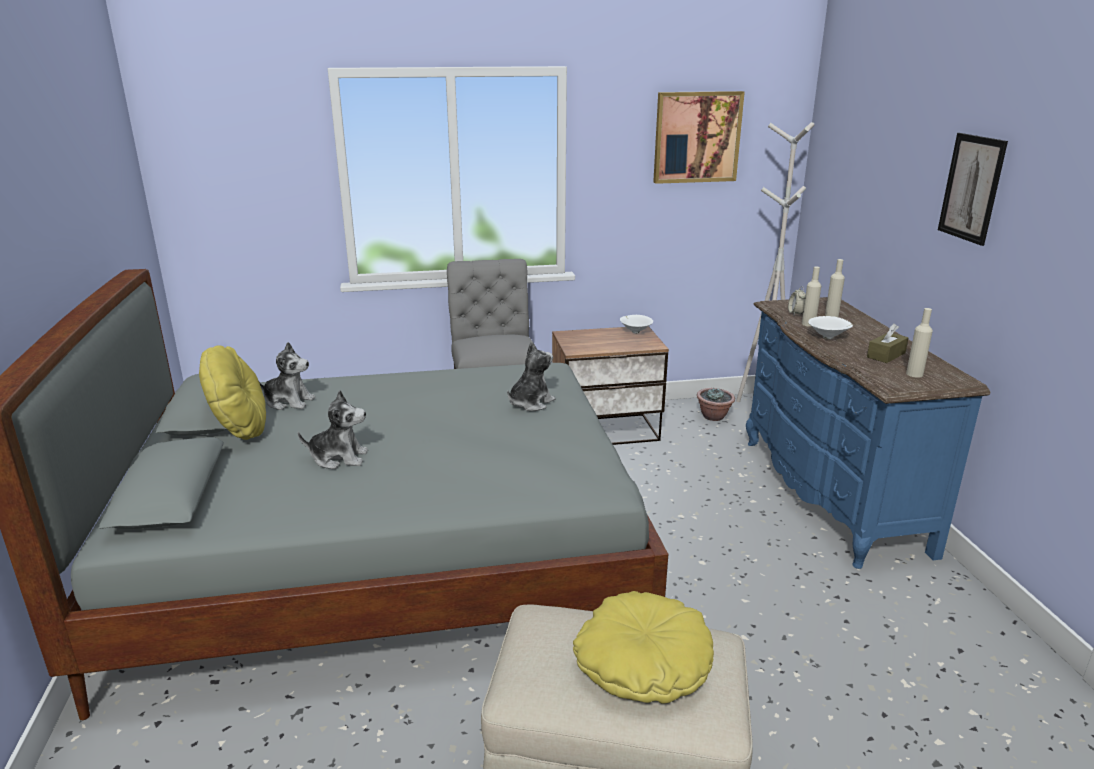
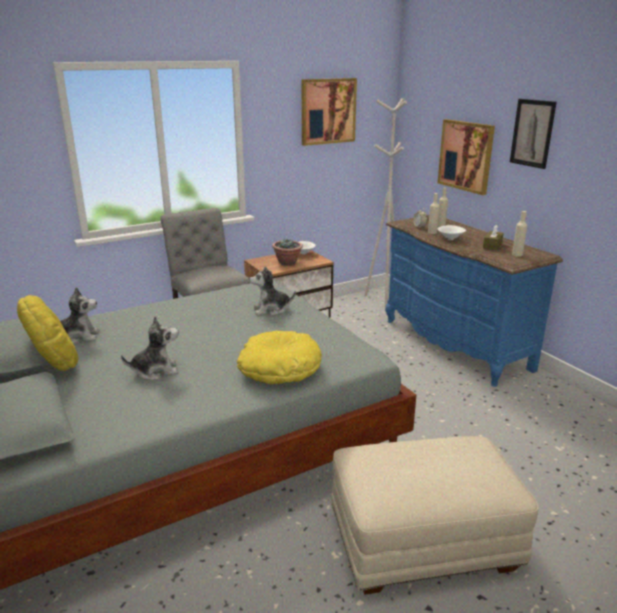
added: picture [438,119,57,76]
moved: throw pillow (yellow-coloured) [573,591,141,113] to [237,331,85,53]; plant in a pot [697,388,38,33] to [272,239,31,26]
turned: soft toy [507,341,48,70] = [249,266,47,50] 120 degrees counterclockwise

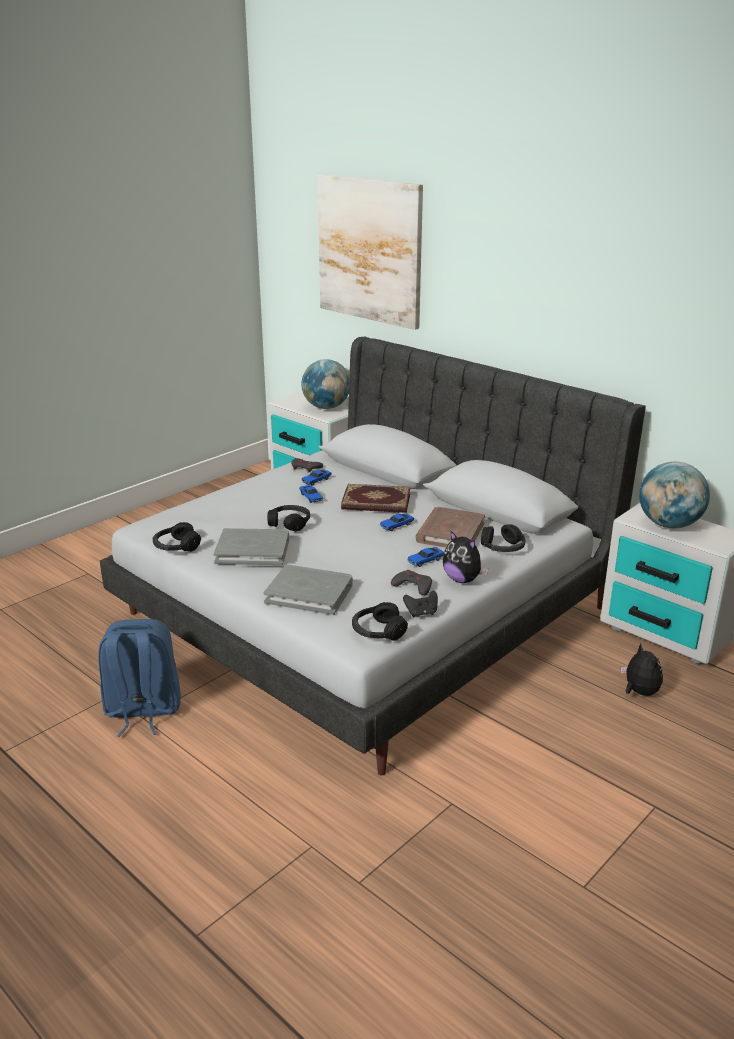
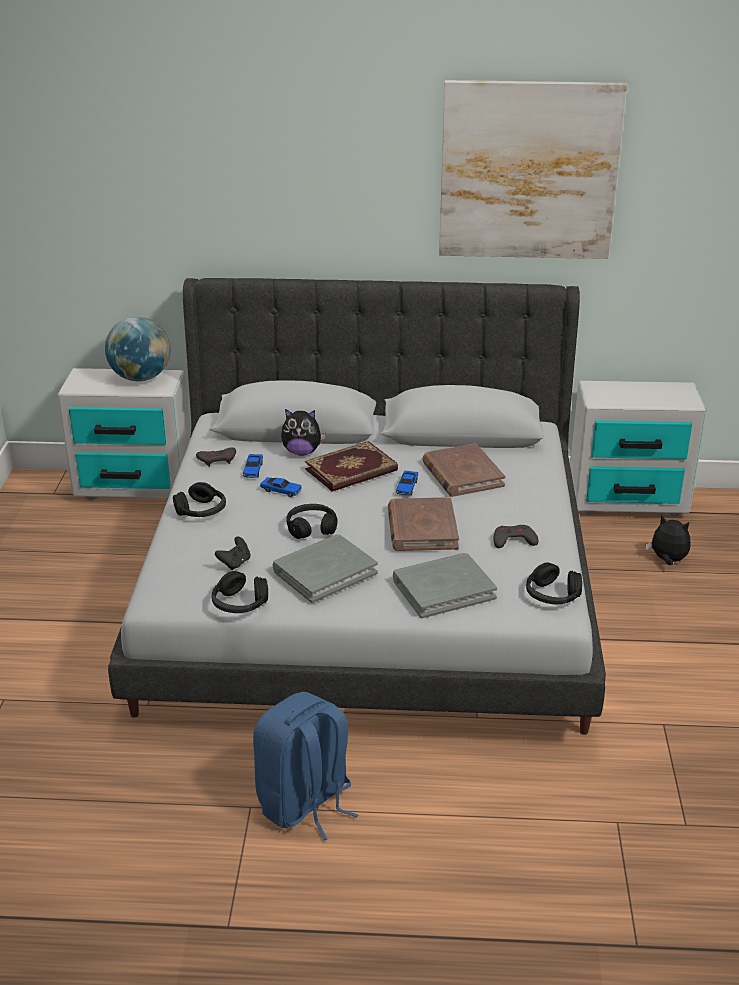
removed: model car [407,547,37,20]; desk globe [639,462,71,67]
added: book (brown) [388,497,71,54]
moved: picture [317,175,106,155] to [439,80,188,179]; gamepad (black-coloured) [403,591,35,26] to [215,537,35,33]; soft toy [443,531,45,52] to [281,409,45,47]; headset (black-coloured) [481,525,44,27] to [173,482,53,35]

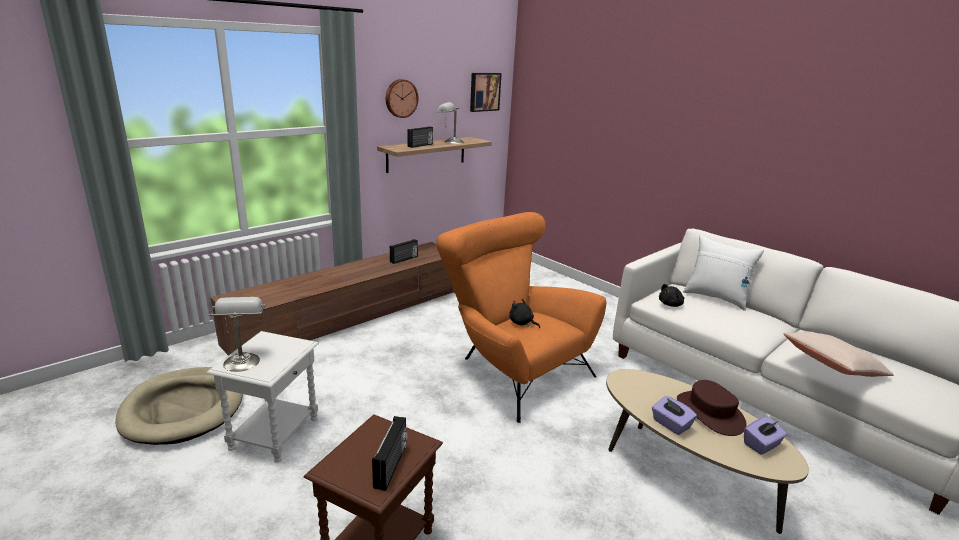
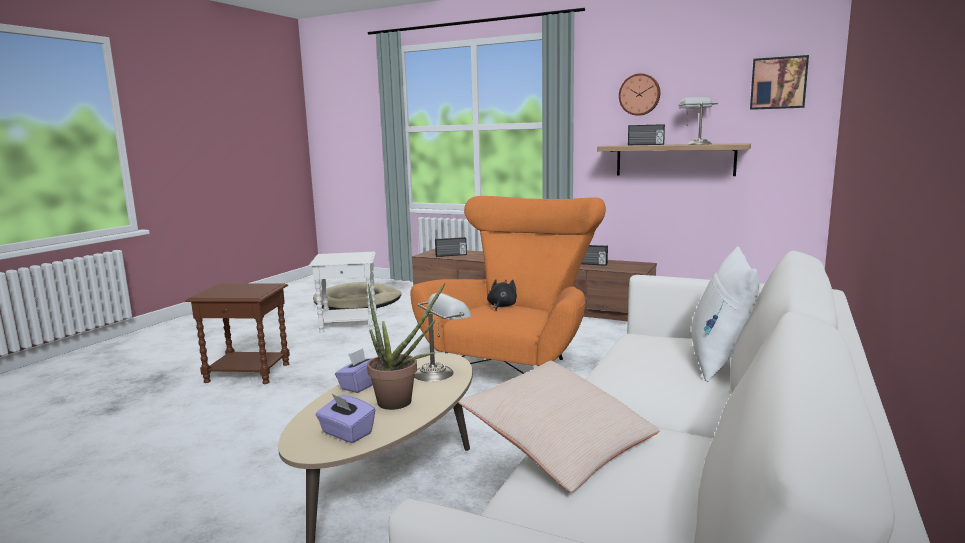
removed: soft toy (black-coloured) [659,284,25,23]
moved: table lamp (white-coloured) [208,297,58,75] to [414,293,57,89]; radio set [372,416,36,75] to [435,237,32,20]
replaced: wearable hat (brown) [677,380,70,56] to plant in a pot [367,283,78,127]

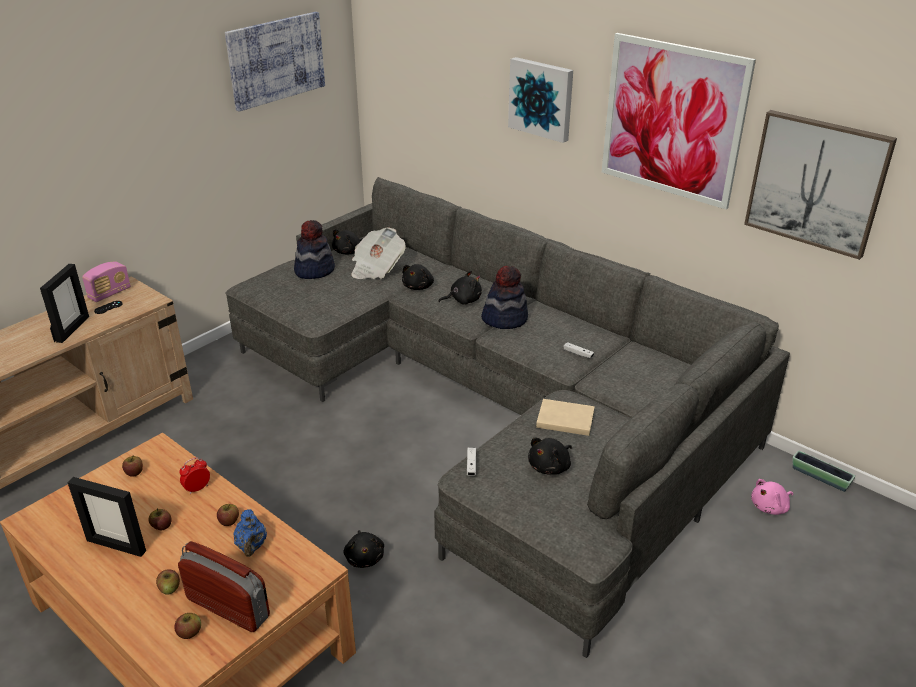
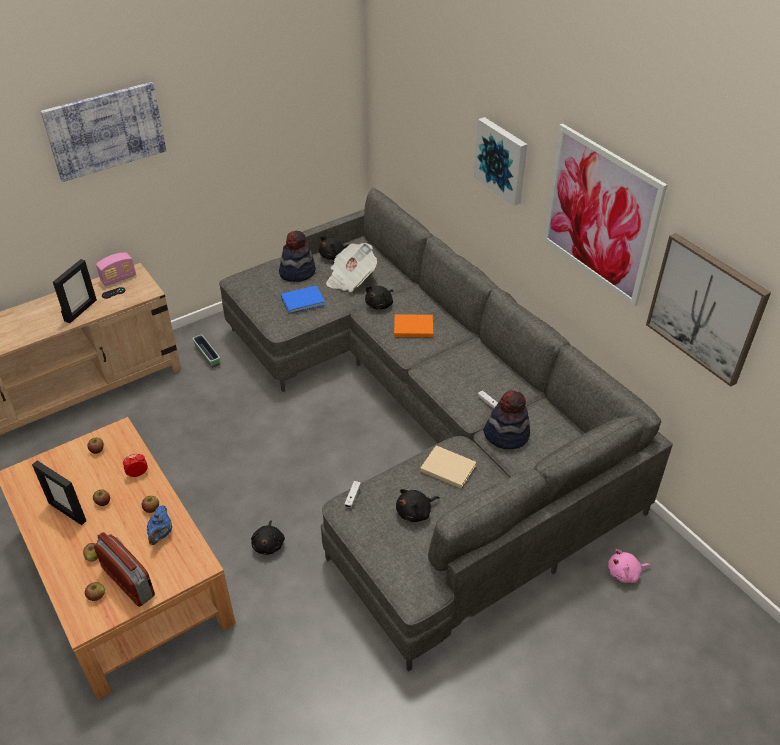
added: book (blue) [281,286,44,28]
moved: picture [225,12,100,99] to [41,82,125,100]; wearable hat [481,266,47,63] to [483,390,47,59]; plant pot [793,451,62,41] to [192,334,28,34]
replaced: soft toy (black-coloured) [439,271,43,34] to book (orange-coloured) [394,314,39,23]

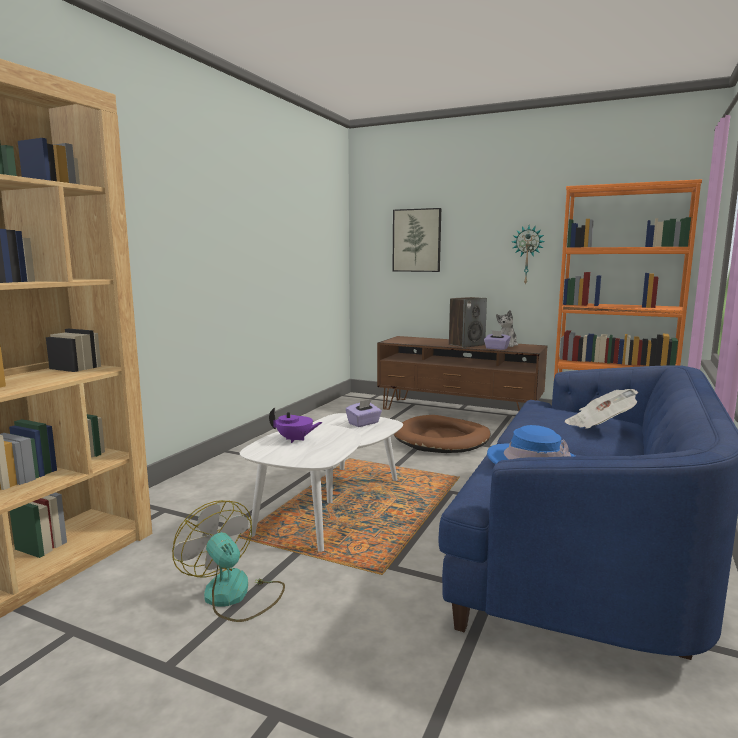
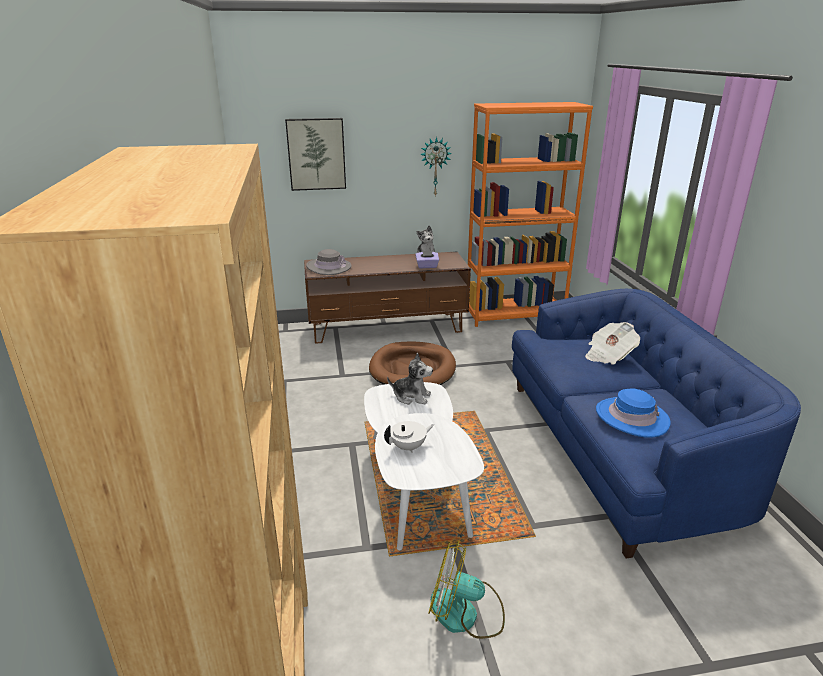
removed: audio speaker [449,297,38,51]
added: wearable hat (grey) [306,249,46,26]
replaced: box of tissues (purplish) [346,399,36,28] to soft toy [387,353,46,52]
recoloured: teapot (purplish) [269,407,54,36] to teapot (white-coloured) [384,421,50,32]

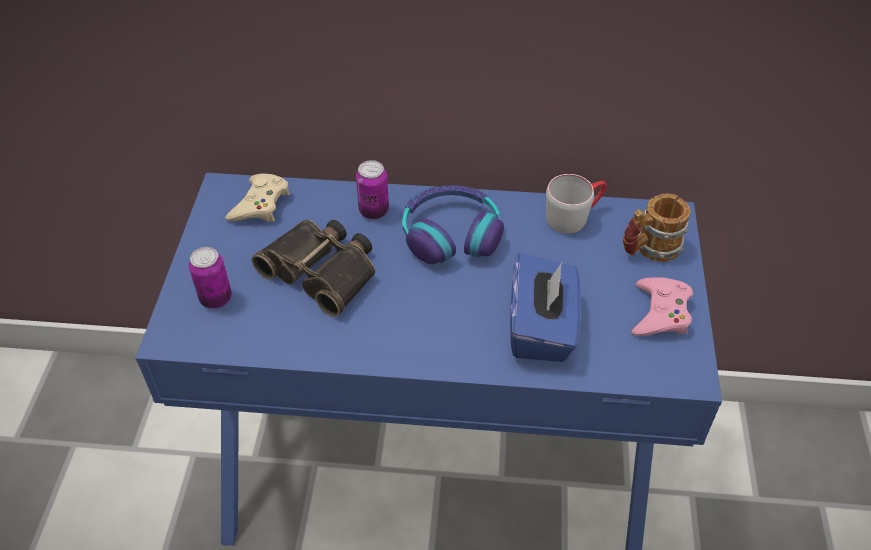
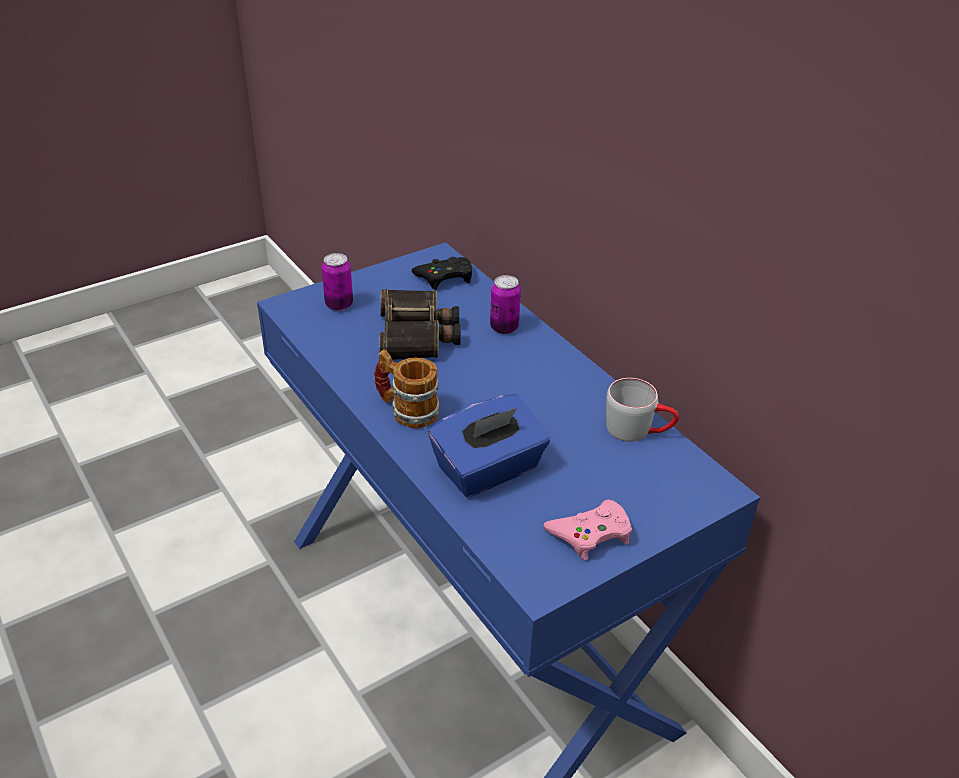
removed: headset [402,185,102,79]
moved: tea mug [623,194,68,68] to [374,350,66,79]
recoloured: gamepad (beige-coloured) [225,174,65,48] to gamepad (black-coloured) [411,257,61,33]

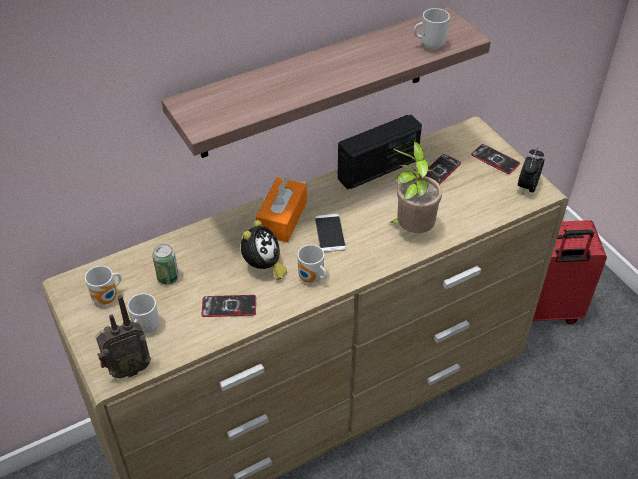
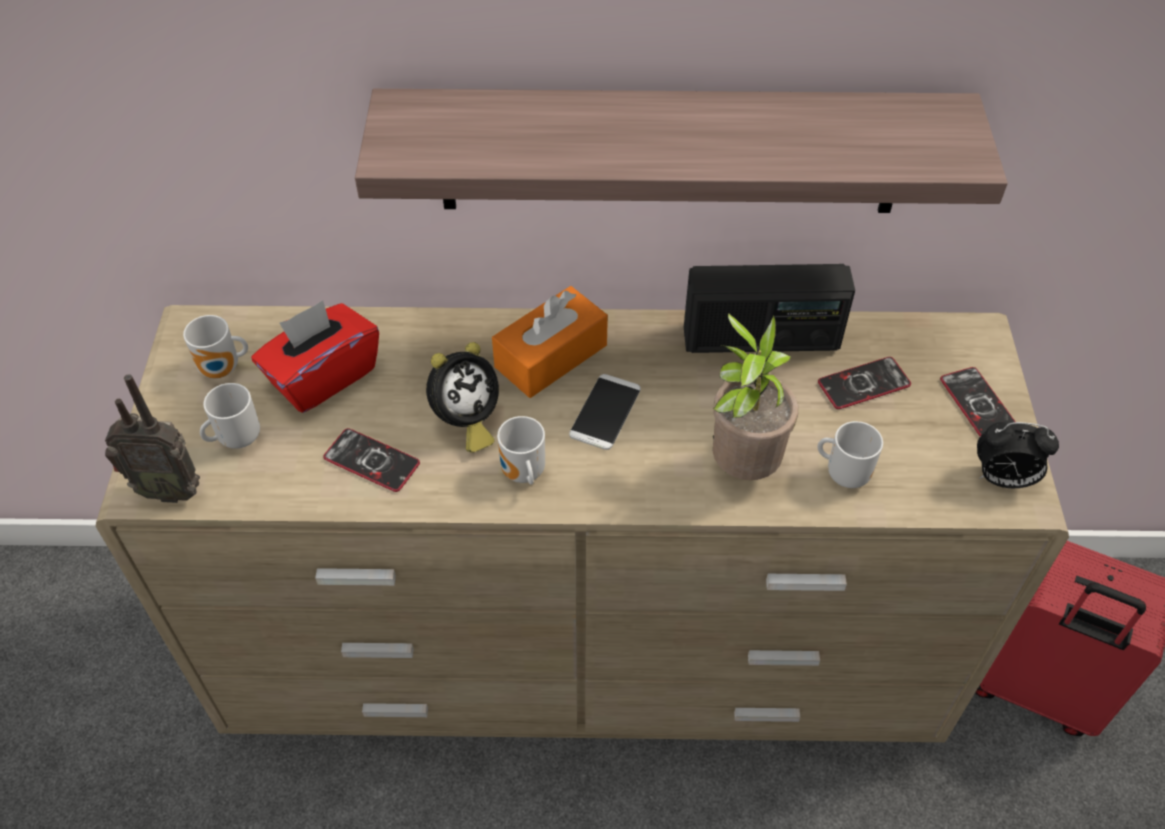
moved: tea mug [414,8,36,42] to [817,421,66,67]
replaced: can [152,244,27,41] to box of tissues (red-coloured) [251,300,128,113]
turned: bedside clock [518,147,26,48] = [977,422,82,66] 135 degrees counterclockwise

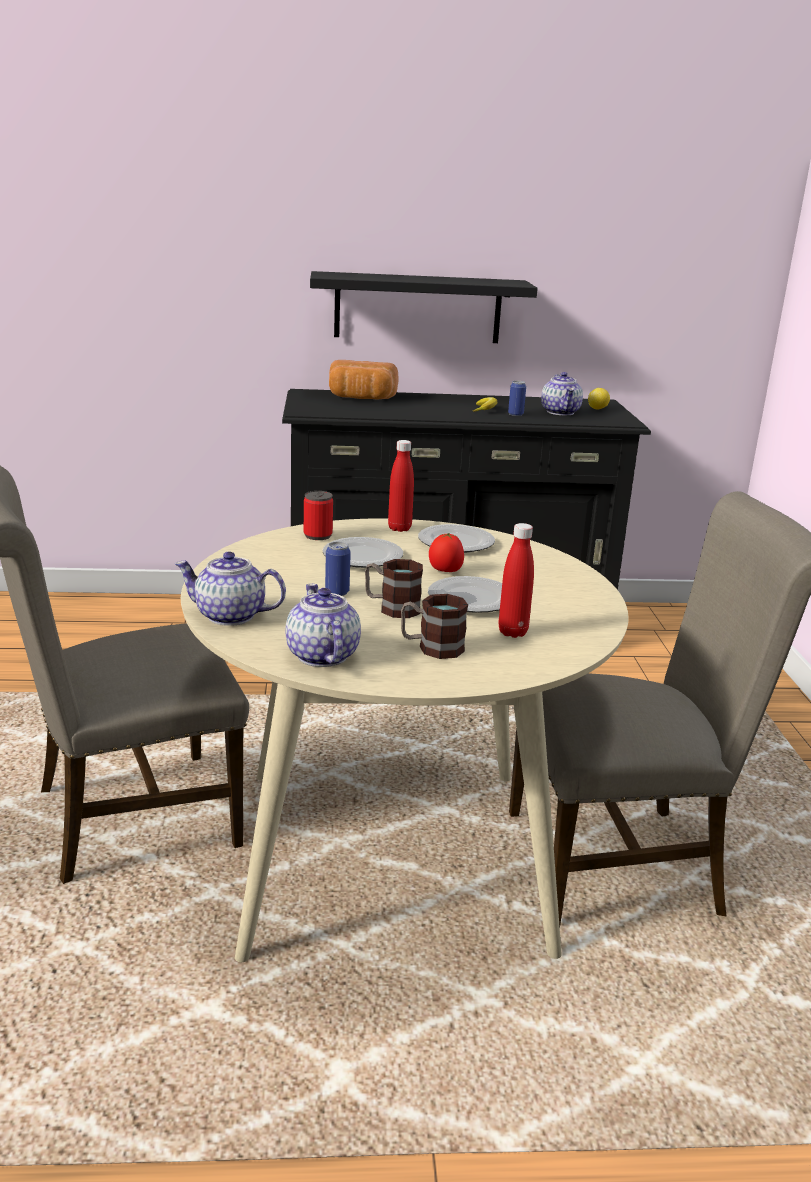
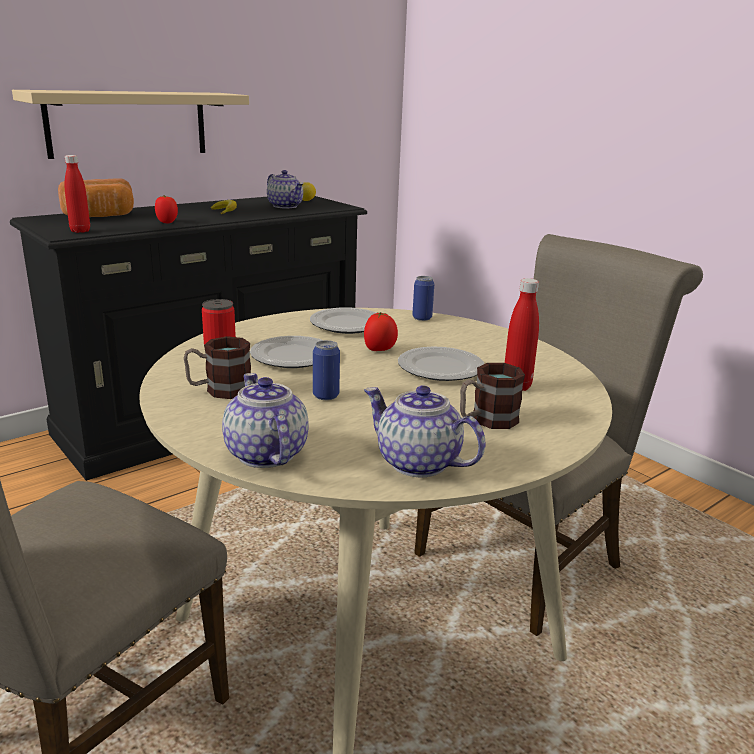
added: tomato [155,195,23,28]
moved: tea mug [365,559,58,59] to [184,336,67,63]; bottle (red-coloured) [388,440,26,92] to [65,155,25,78]; can [508,381,18,35] to [412,276,22,45]
recoloured: shelf (black-coloured) [310,271,228,72] to shelf (beige-coloured) [12,90,237,69]
turned: teapot [174,551,112,75] = [222,373,87,95] 90 degrees clockwise

